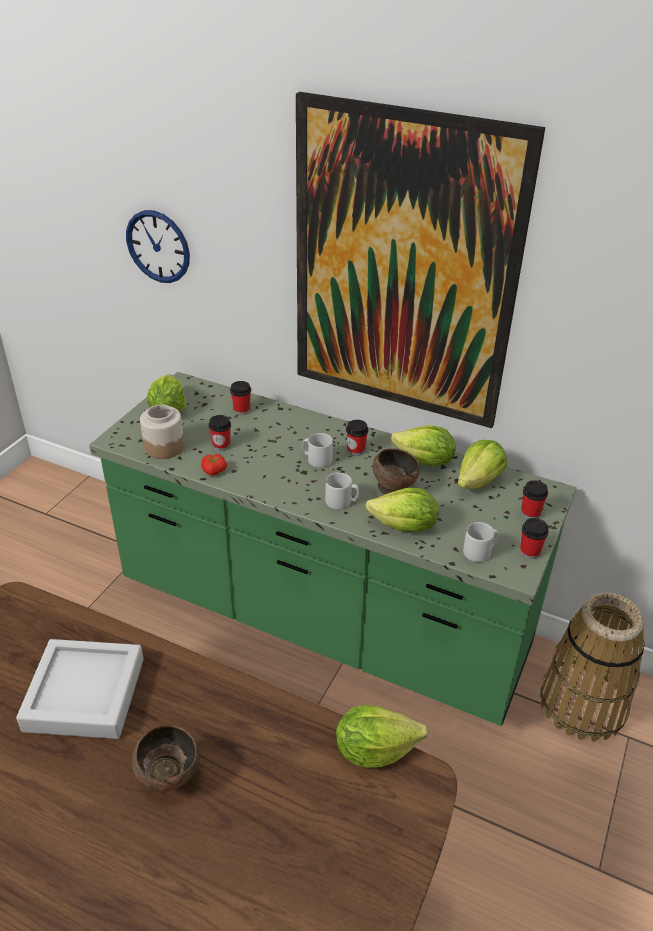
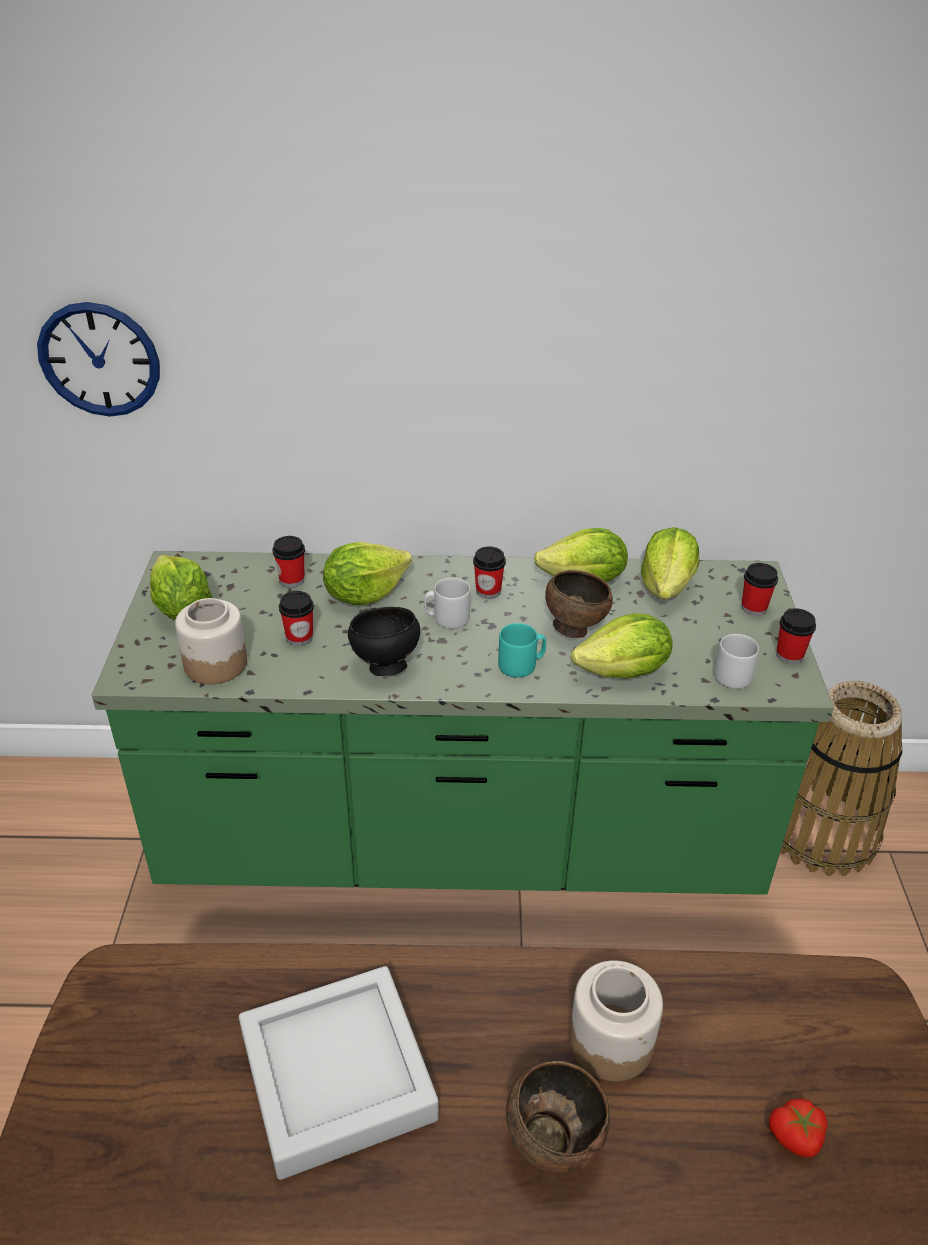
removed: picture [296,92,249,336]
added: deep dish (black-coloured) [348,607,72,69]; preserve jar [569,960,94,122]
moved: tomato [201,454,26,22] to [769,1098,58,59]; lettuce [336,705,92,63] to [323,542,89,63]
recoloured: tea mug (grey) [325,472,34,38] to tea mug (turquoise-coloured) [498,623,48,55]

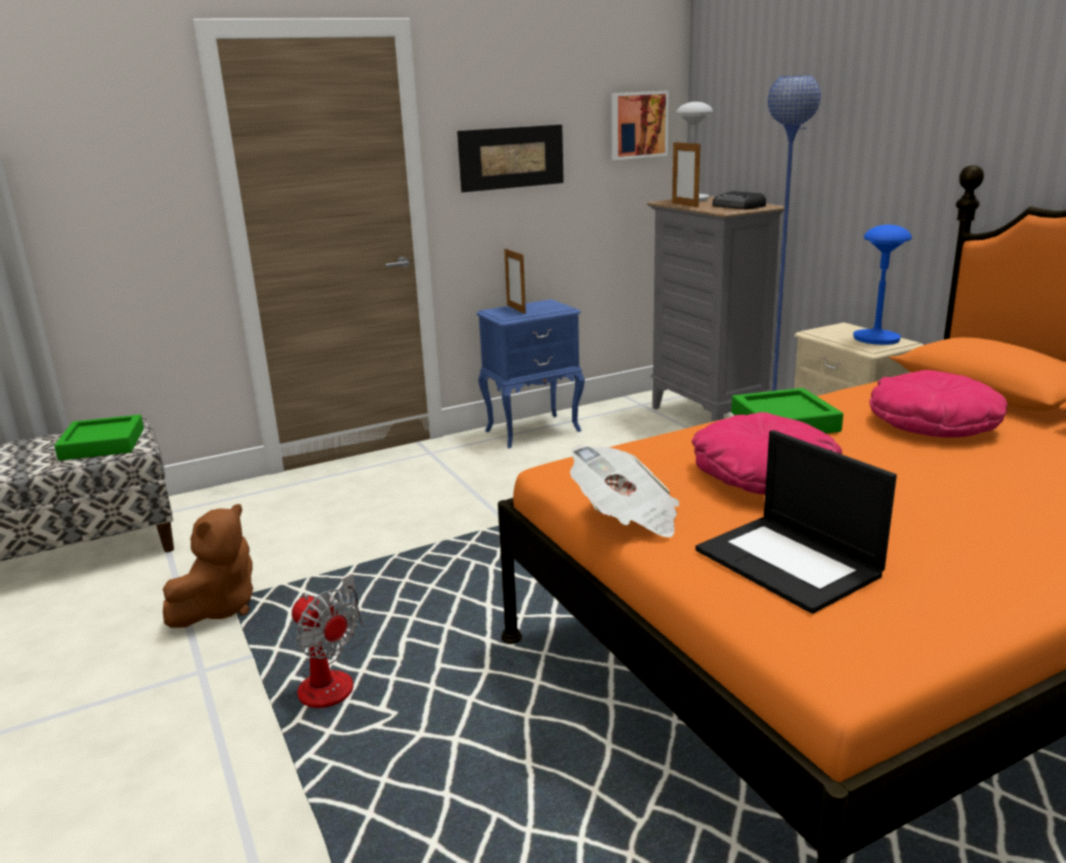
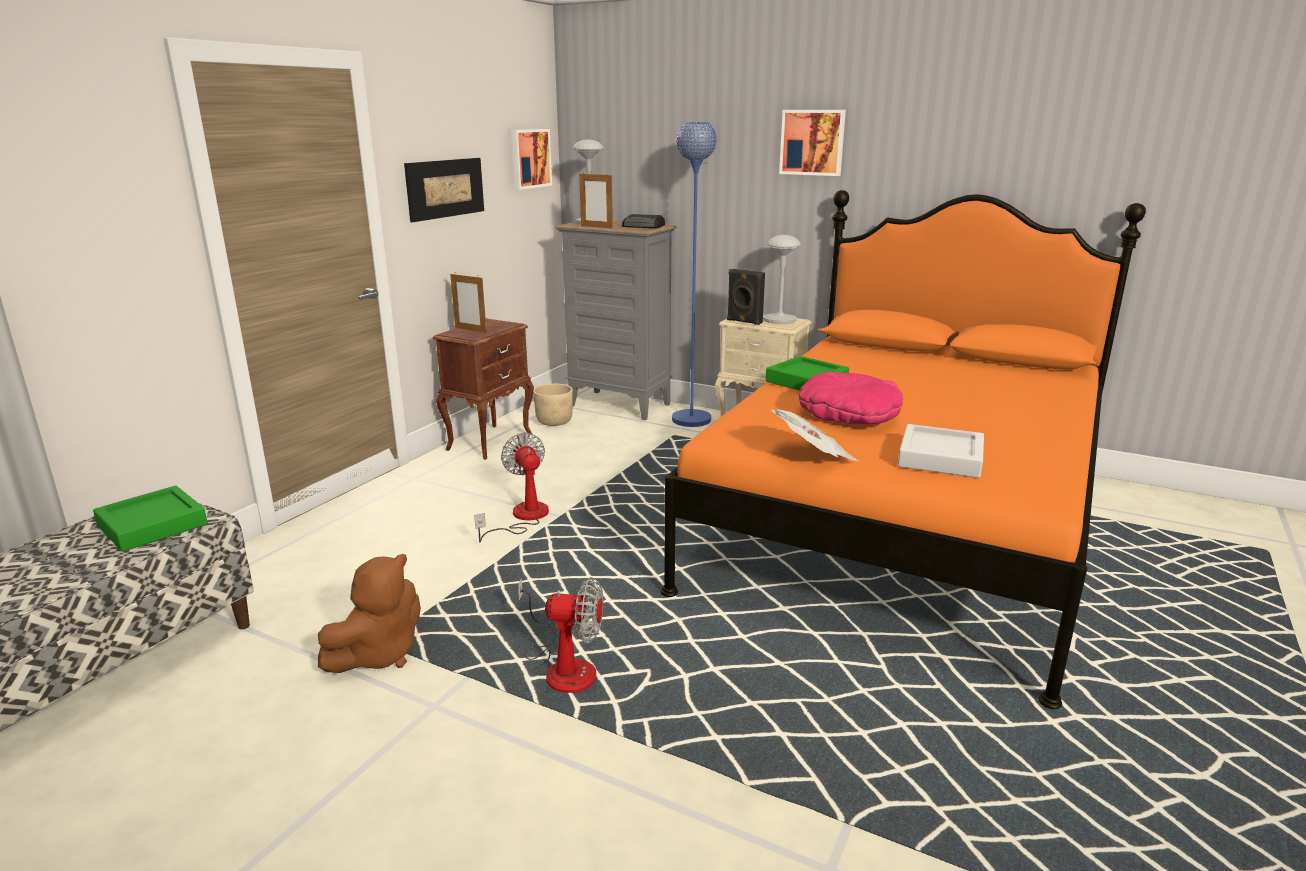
removed: throw pillow (pinkish) [869,370,139,68]
added: cooling fan [474,433,75,110]; plant pot (beige-coloured) [533,384,40,42]; audio speaker (black-coloured) [727,269,38,56]; picture [779,110,67,66]
replaced: notebook computer [695,430,202,184] to carrying tray (grey) [898,424,86,54]
recoloured: night table (blue) [477,299,108,149] to night table (brown) [433,319,101,141]; table lamp (blue) [853,225,59,120] to table lamp (grey) [763,235,38,89]
turned: soft toy (brown) [163,504,90,124] = [318,554,103,119] 45 degrees clockwise

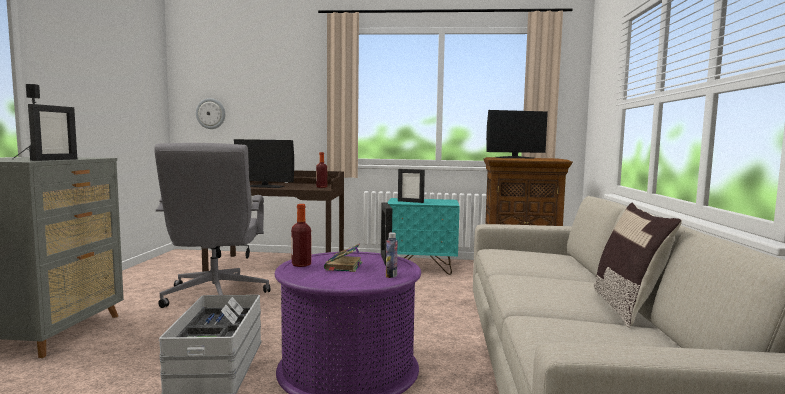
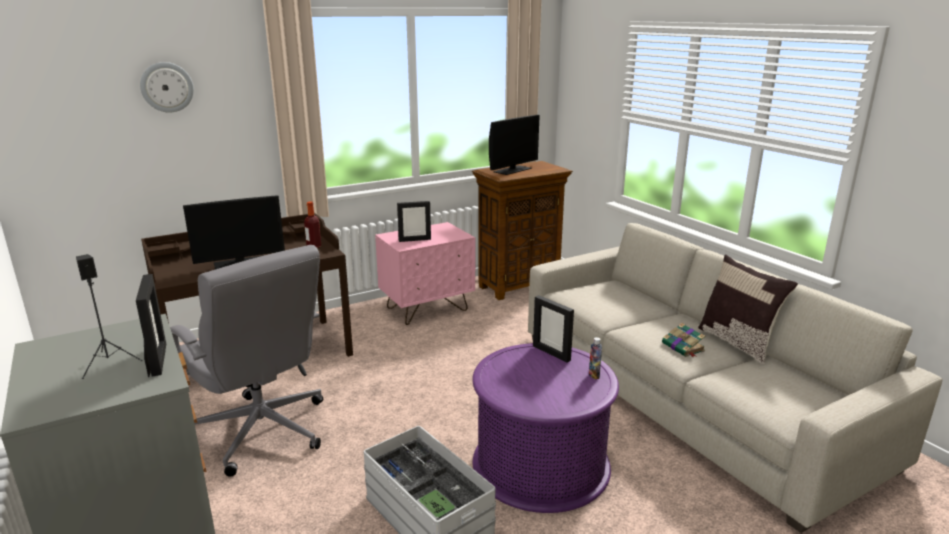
removed: bottle [291,204,20,63]
moved: clock on the wall [196,98,29,31] to [140,62,54,51]; book [324,243,38,29] to [662,323,44,34]
recoloured: night table (turquoise-coloured) [387,198,73,77] to night table (pinkish) [375,222,100,103]

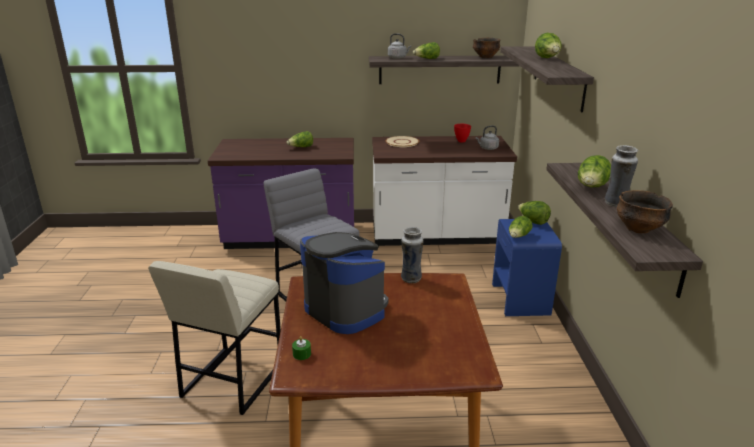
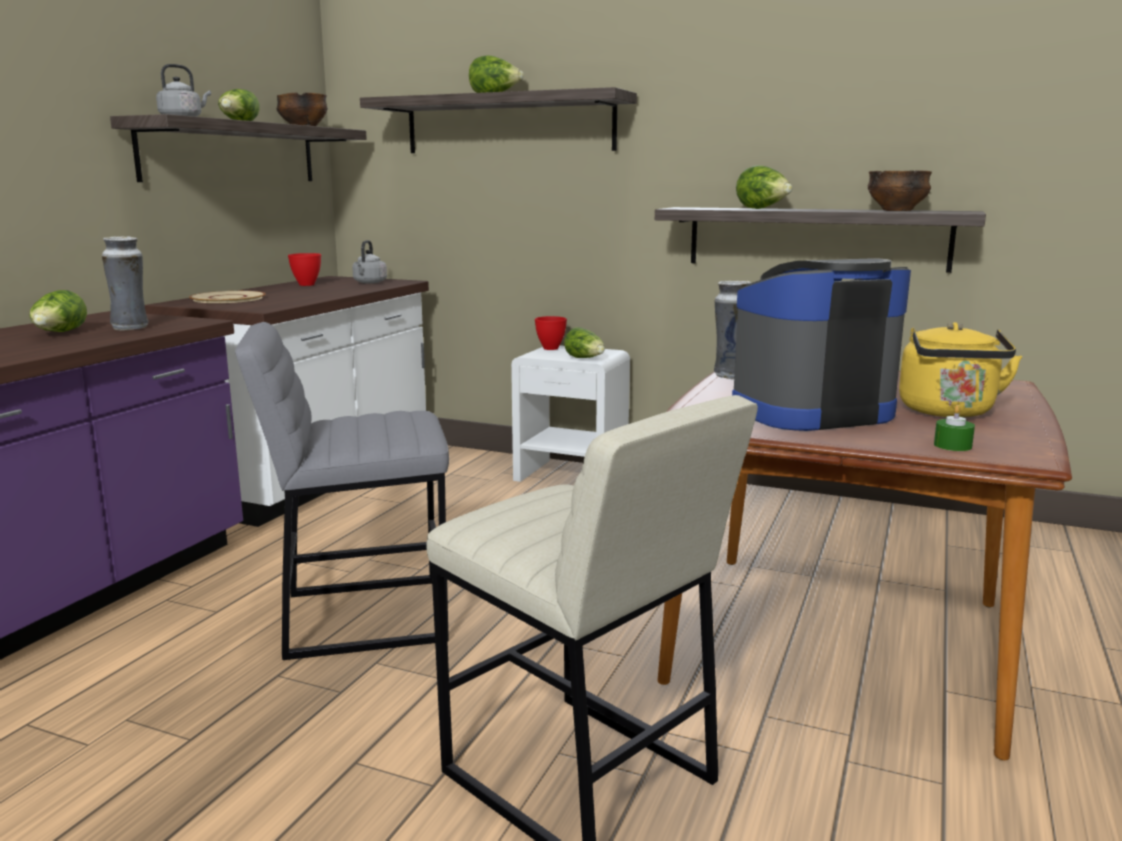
added: water kettle (yellow-coloured) [899,322,123,95]
moved: decorative vase [605,145,33,62] to [102,236,47,95]
replaced: lettuce [518,201,33,24] to deep dish (red-coloured) [535,316,32,34]
recoloured: night table (blue) [492,219,70,97] to night table (white-coloured) [511,345,119,137]

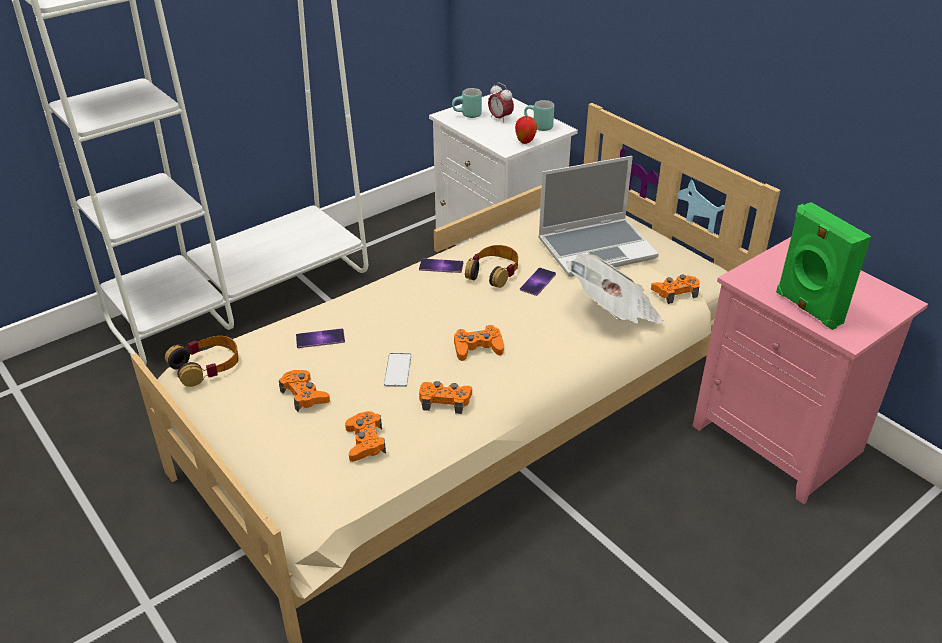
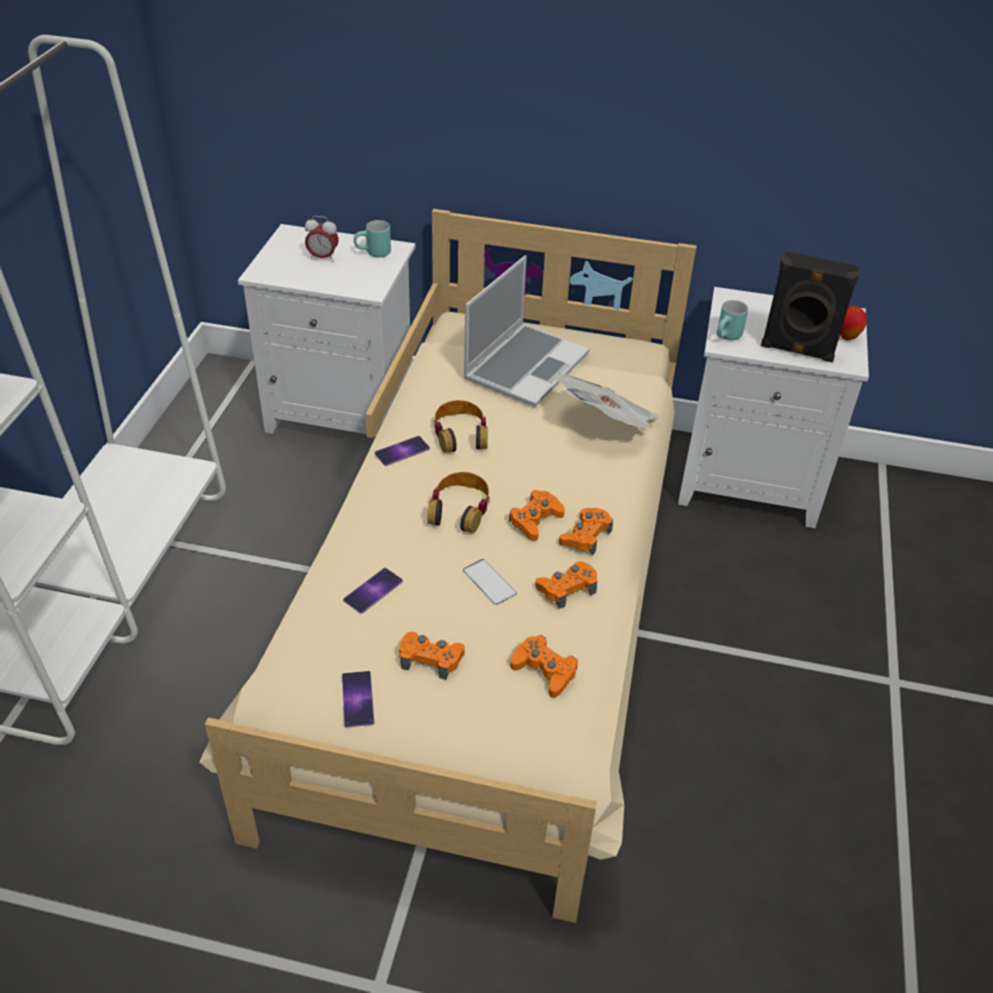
moved: headset [165,336,74,51] to [427,472,63,61]; tea mug (turquoise-coloured) [452,88,30,30] to [717,300,31,40]; whole apple [515,116,22,28] to [840,306,27,34]; phone [520,268,36,28] to [342,671,32,56]; gamepad (orange-coloured) [651,275,49,29] to [559,508,54,48]
recoloured: night table (pinkish) [693,237,235,267] to night table (white-coloured) [678,287,191,241]; audio speaker (greenish) [776,202,95,128] to audio speaker (black-coloured) [761,251,99,112]

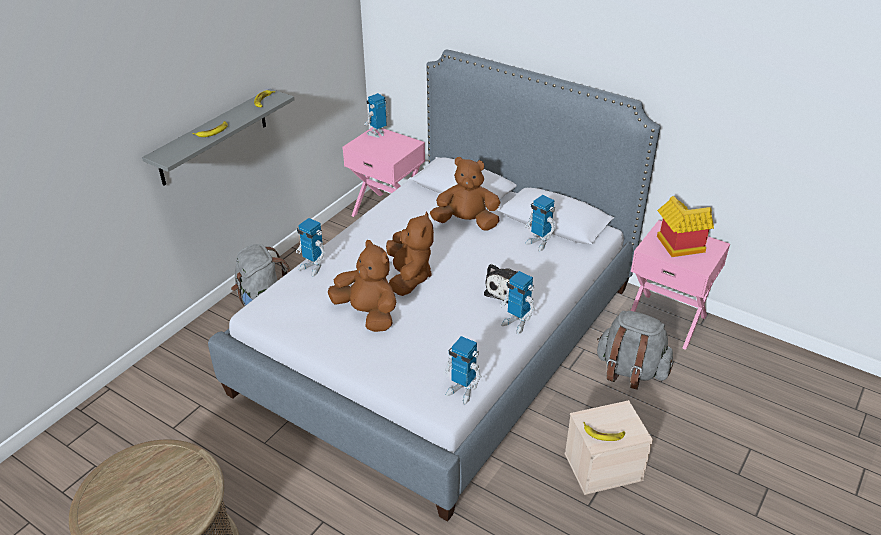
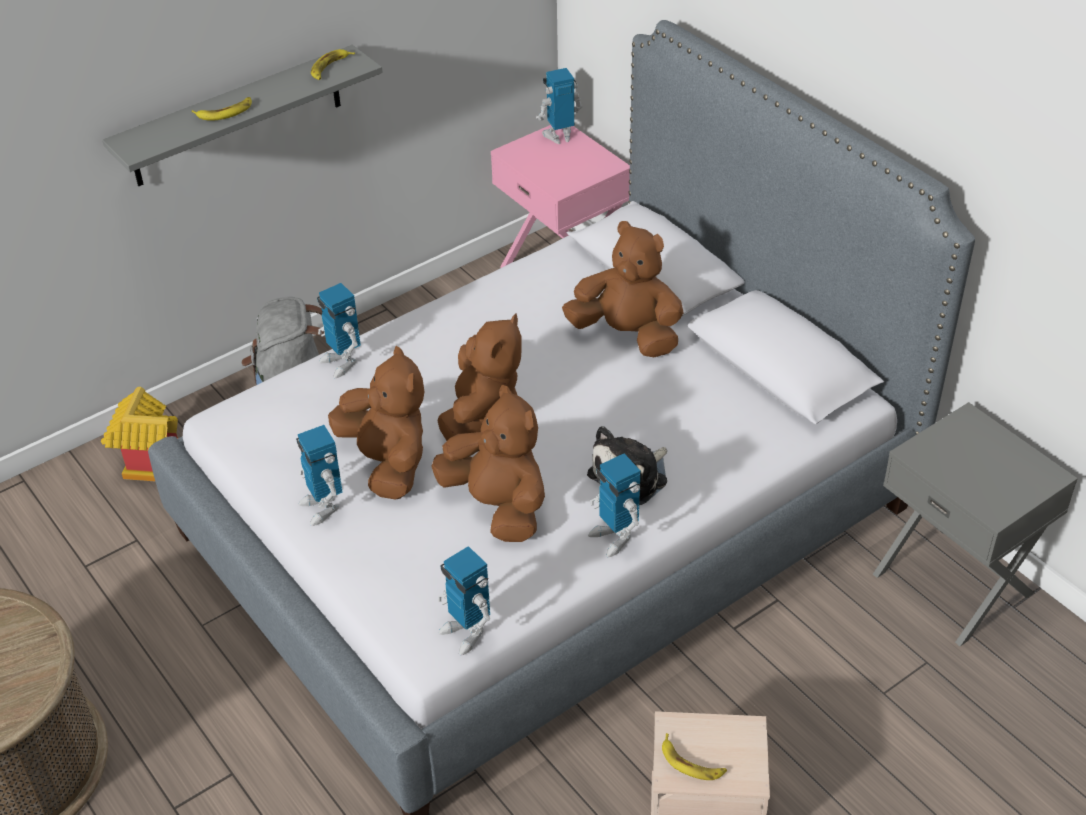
removed: rucksack (grey) [597,311,76,79]
added: soft toy (brown) [431,385,114,157]
moved: toy robot [525,195,30,57] to [296,425,47,101]; miniature house [657,196,57,61] to [101,387,77,94]
recoloured: night table (pinkish) [631,220,99,130] to night table (grey) [873,402,205,244]

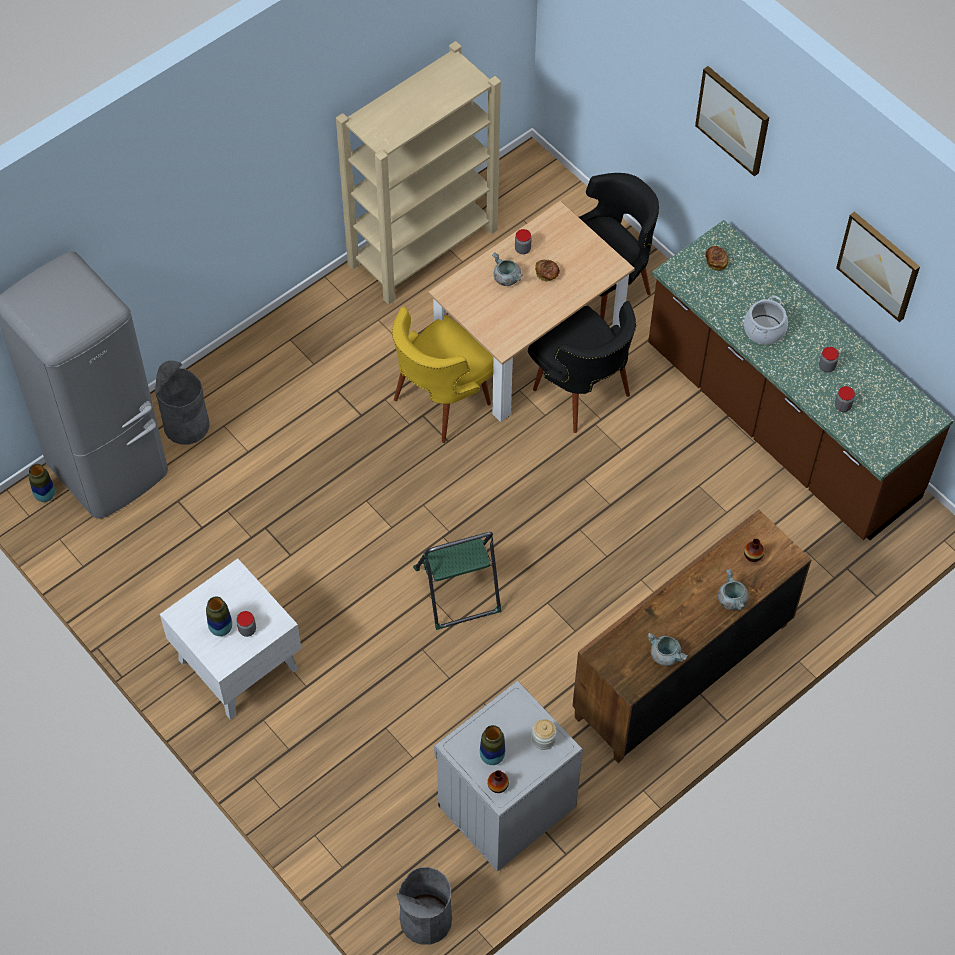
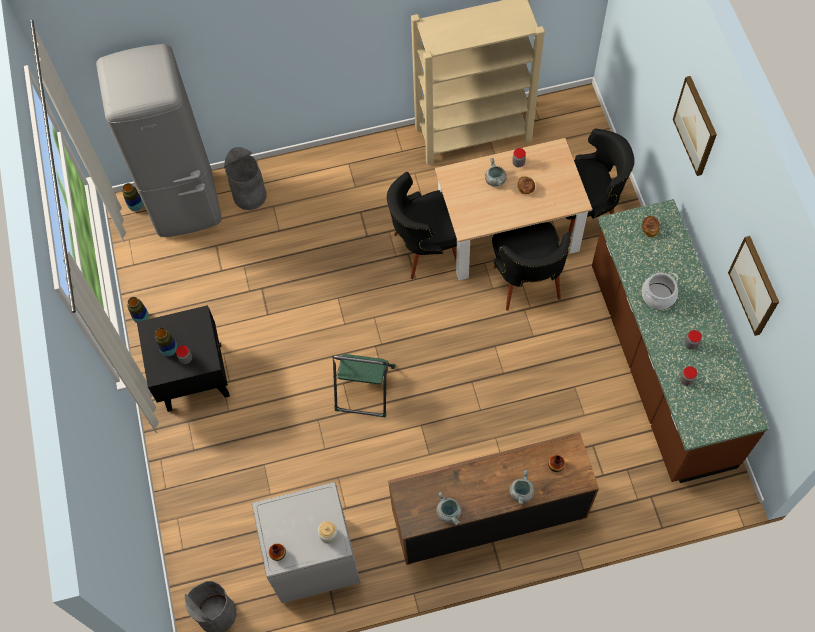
moved: decorative vase [480,725,25,40] to [127,297,22,26]
recoloured: night table (white-coloured) [160,558,141,162] to night table (black-coloured) [137,305,93,107]; plain chair (yellow-coloured) [392,306,101,137] to plain chair (black-coloured) [387,172,70,107]

